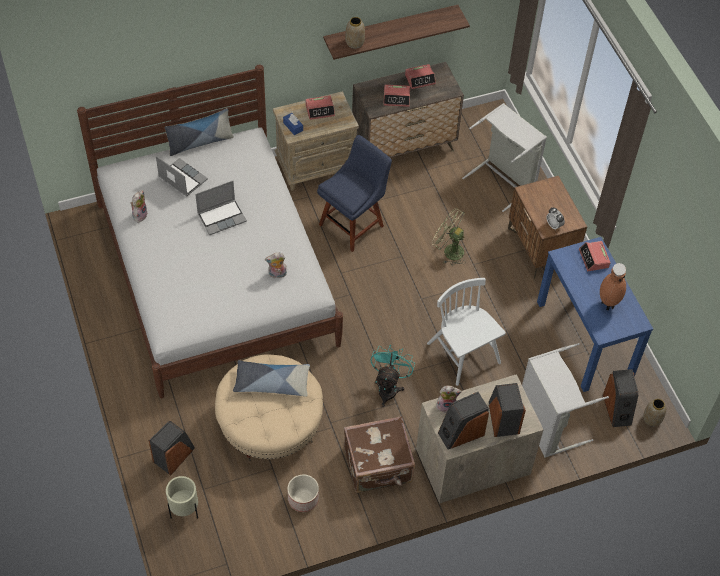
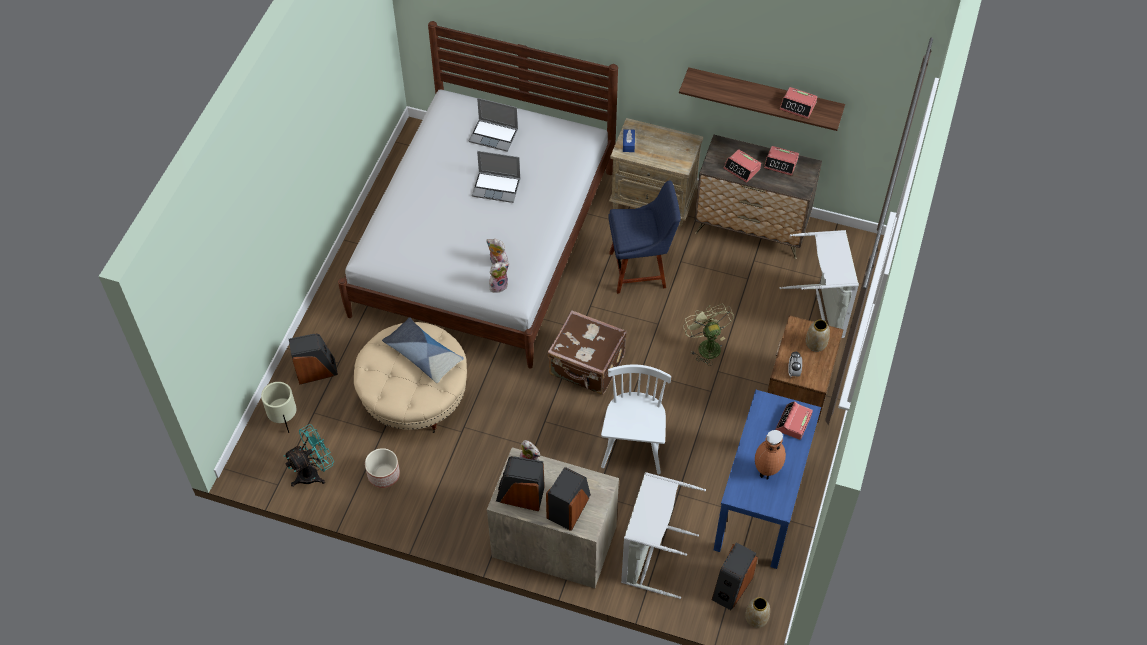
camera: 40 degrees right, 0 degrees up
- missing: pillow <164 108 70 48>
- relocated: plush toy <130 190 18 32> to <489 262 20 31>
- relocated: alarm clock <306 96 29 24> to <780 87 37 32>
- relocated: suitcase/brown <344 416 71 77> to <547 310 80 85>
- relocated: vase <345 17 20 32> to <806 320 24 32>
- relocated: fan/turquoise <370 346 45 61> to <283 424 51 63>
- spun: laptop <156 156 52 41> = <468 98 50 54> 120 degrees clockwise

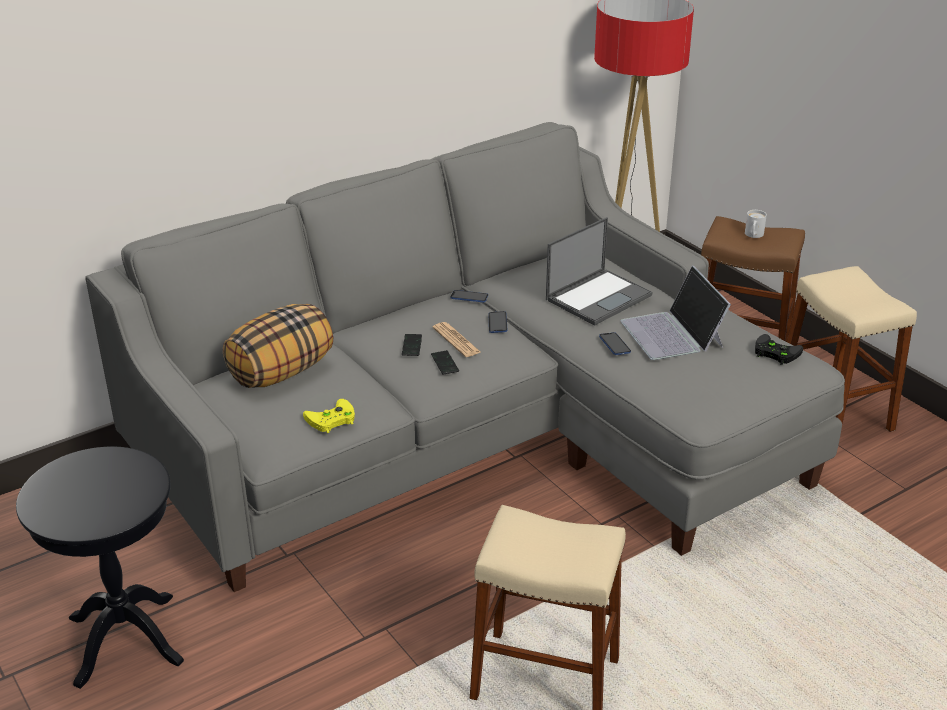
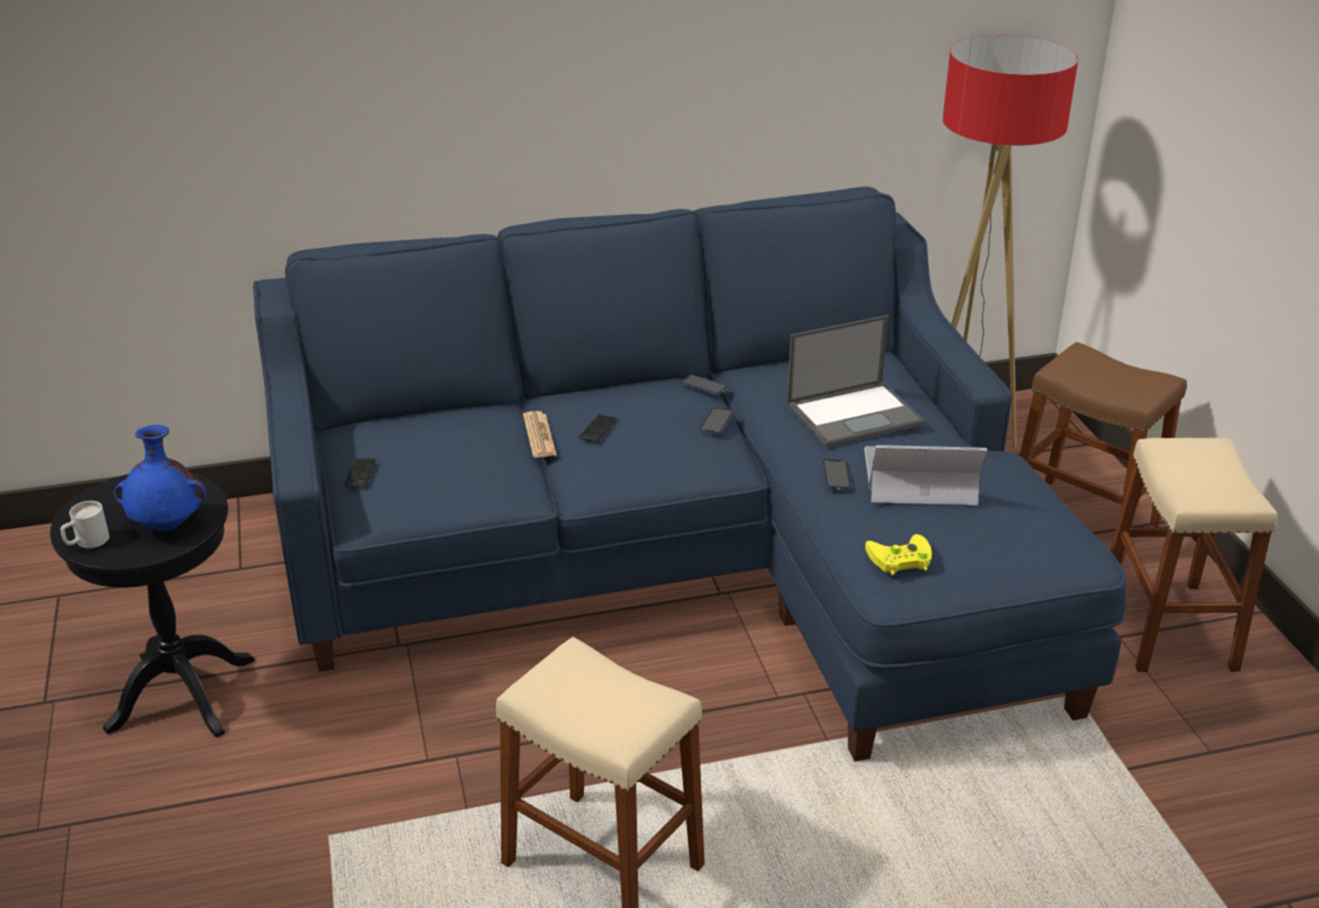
camera: 20 degrees right, 0 degrees up
- missing: pillow <223 304 110 84>
- missing: game controller/black <755 334 48 31>
- appeared: vase/blue <114 425 93 107>
- relocated: game controller/yellow <303 399 52 34> to <865 534 67 41>
- relocated: phone <431 350 28 25> to <344 458 32 29>
- relocated: newspaper <432 322 48 35> to <523 411 34 47>
- relocated: mug/white <745 210 22 28> to <61 501 48 47>
- colour: sofa/grey <85 122 760 470> to sofa/blue <253 187 873 575>
- spun: laptop <620 265 111 95> = <864 445 123 60> 90 degrees clockwise

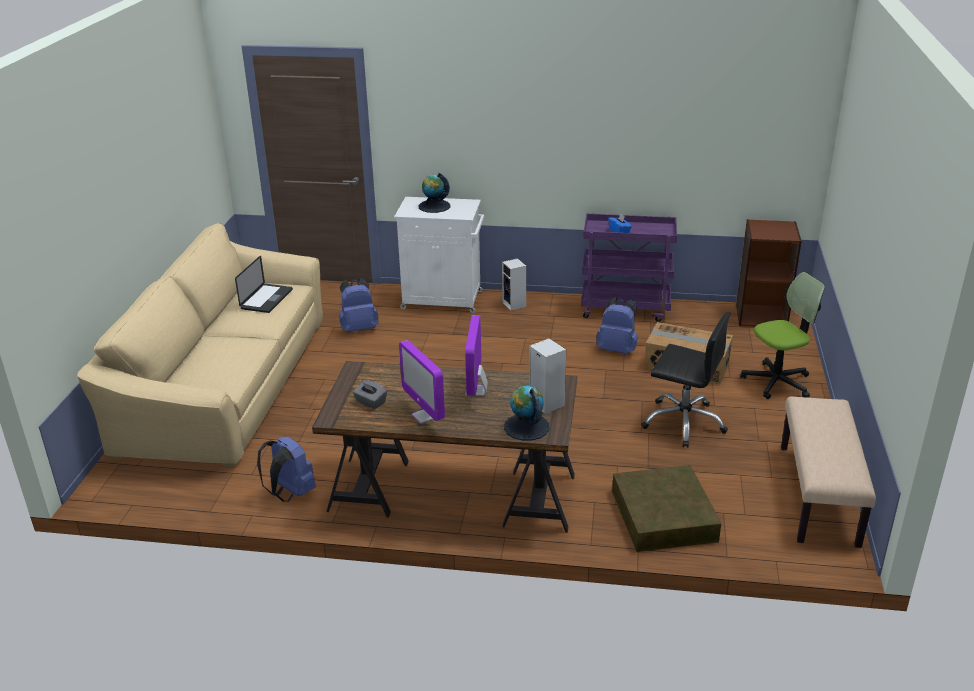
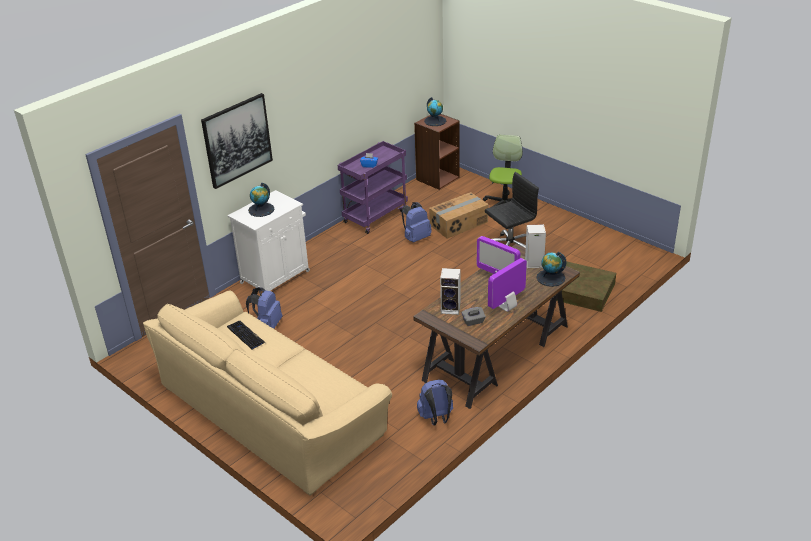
camera: 55 degrees left, 5 degrees up
- missing: bench/beige <781 397 95 151>
- appeared: picture <201 93 72 96>
- appeared: globe <424 97 22 29>
- relocated: speaker <502 258 24 53> to <440 268 21 47>
- exchanged: laptop <235 256 58 57> to keyboard <227 321 39 28>
- spun: monitor <399 340 46 84> = <488 258 39 54> 135 degrees clockwise

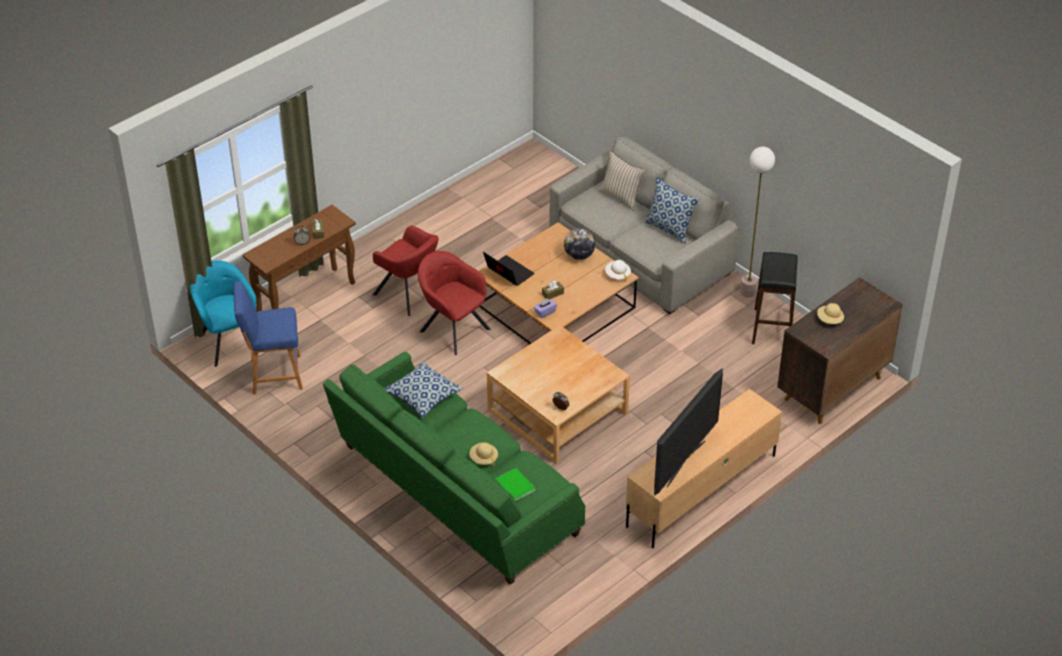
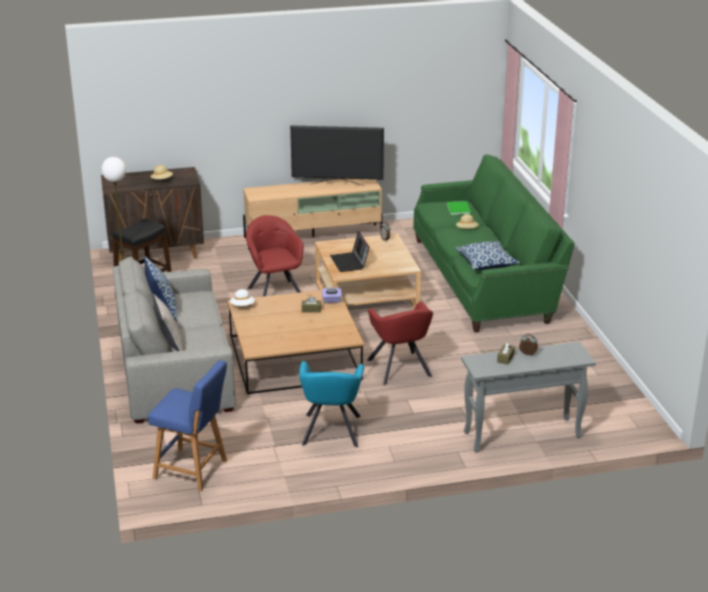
camera: 150 degrees left, 15 degrees down
- missing: globe <564 228 31 32>
- relocated: armchair/turquoise <190 260 66 107> to <299 361 65 86>
- relocated: stool/blue <233 282 70 113> to <148 360 79 131>
- relocated: armchair/red <372 226 67 90> to <246 215 58 82>
- relocated: laptop <483 252 52 34> to <330 231 39 41>
- colour: console table/brown <242 205 114 107> to console table/grey <461 342 135 110>
- spun: television <654 368 69 128> = <290 125 94 61> 150 degrees counterclockwise

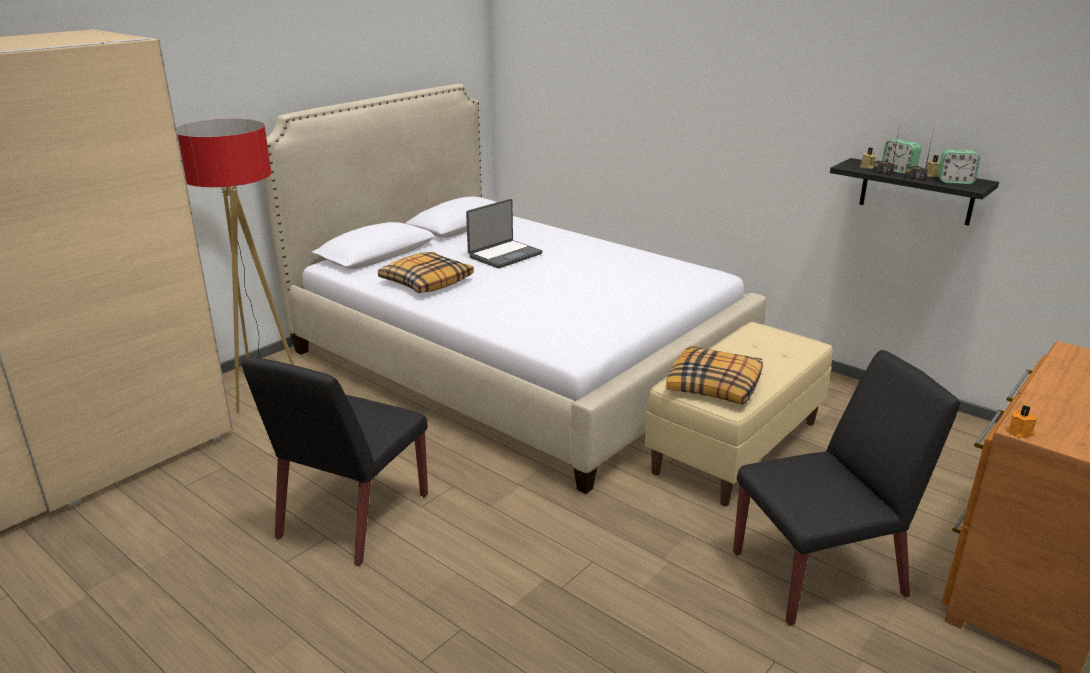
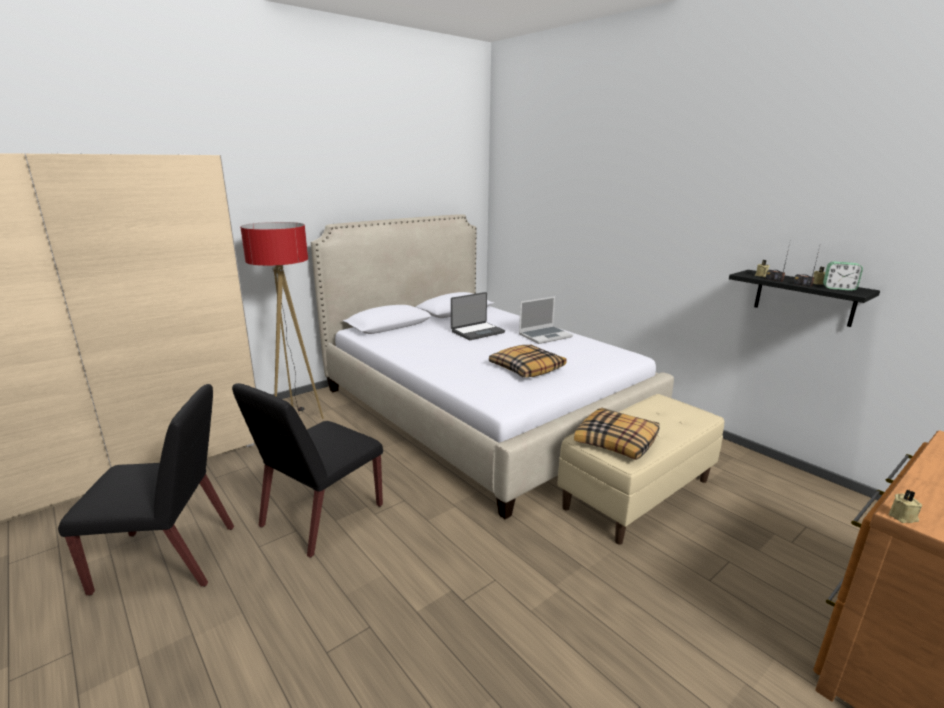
camera: 10 degrees right, 5 degrees down
- missing: alarm clock <882 139 39 35>
- appeared: laptop <519 296 54 48>
- relocated: pillow <378 252 96 41> to <489 345 78 33>
- relocated: chair/black <733 350 227 276> to <58 384 176 212>
- colour: candle/orange <1008 405 29 33> to candle/beige <889 490 33 33>

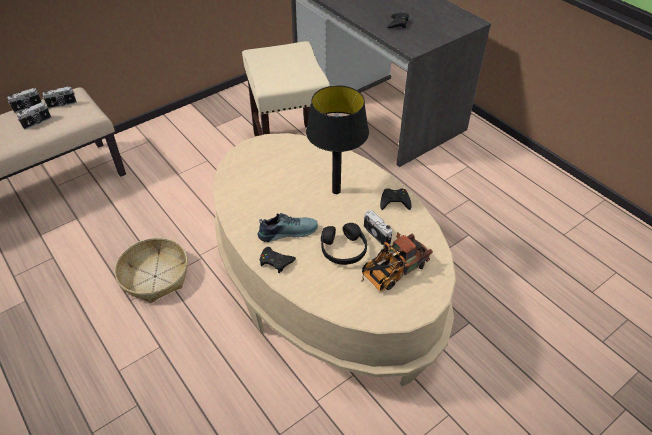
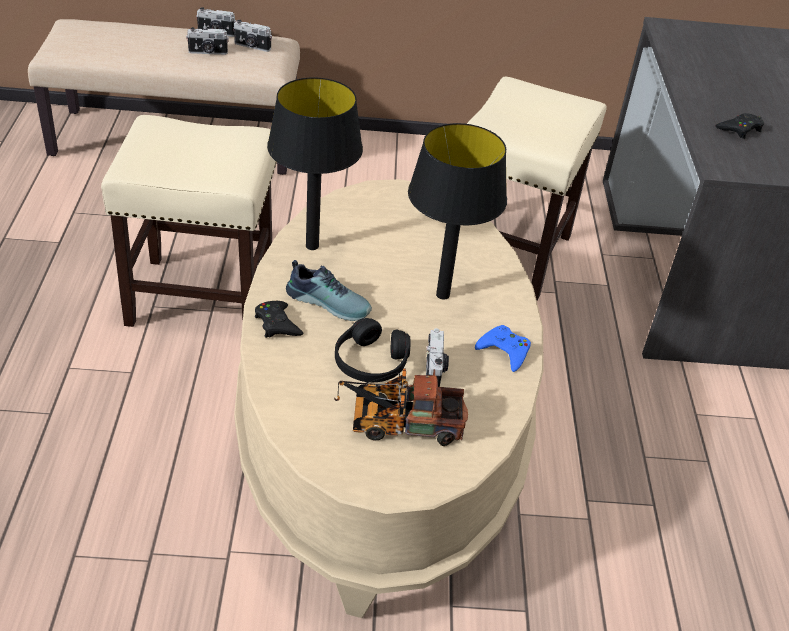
camera: 35 degrees right, 5 degrees down
- appeared: table lamp/black <267 77 96 173>
- exchanged: basket <114 238 74 65> to stool/beige <101 115 176 212>
- colour: game controller/black <380 189 32 21> to game controller/blue <475 325 56 47>

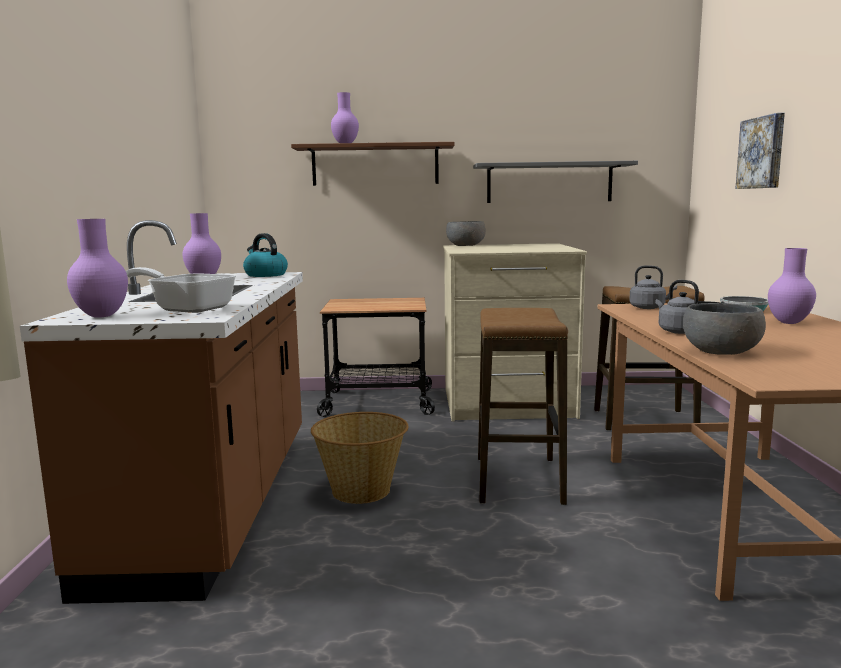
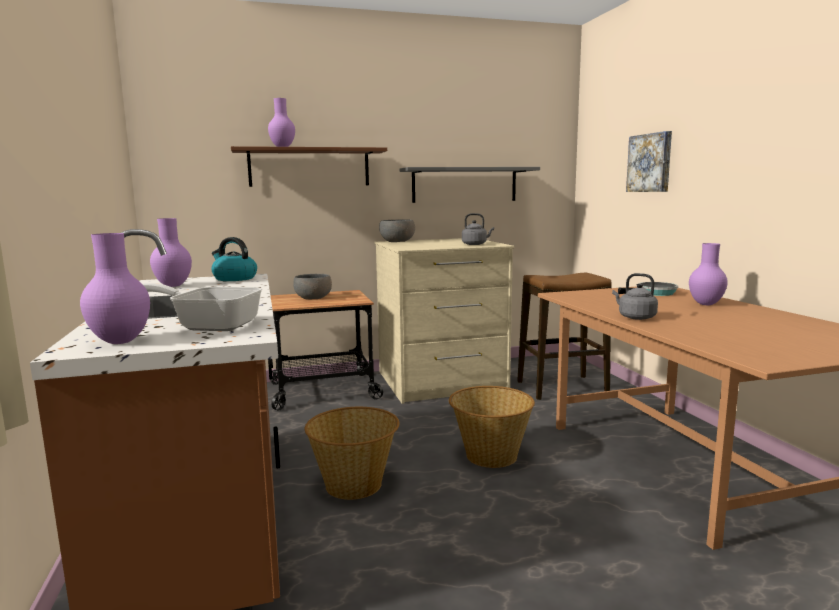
camera: 15 degrees left, 0 degrees up
- relocated: kettle/grey <629 265 48 44> to <462 213 32 32>
- relocated: bowl/grey <683 303 83 52> to <293 274 39 26>
- exchanged: stool <478 308 90 197> to basket <449 386 86 82>

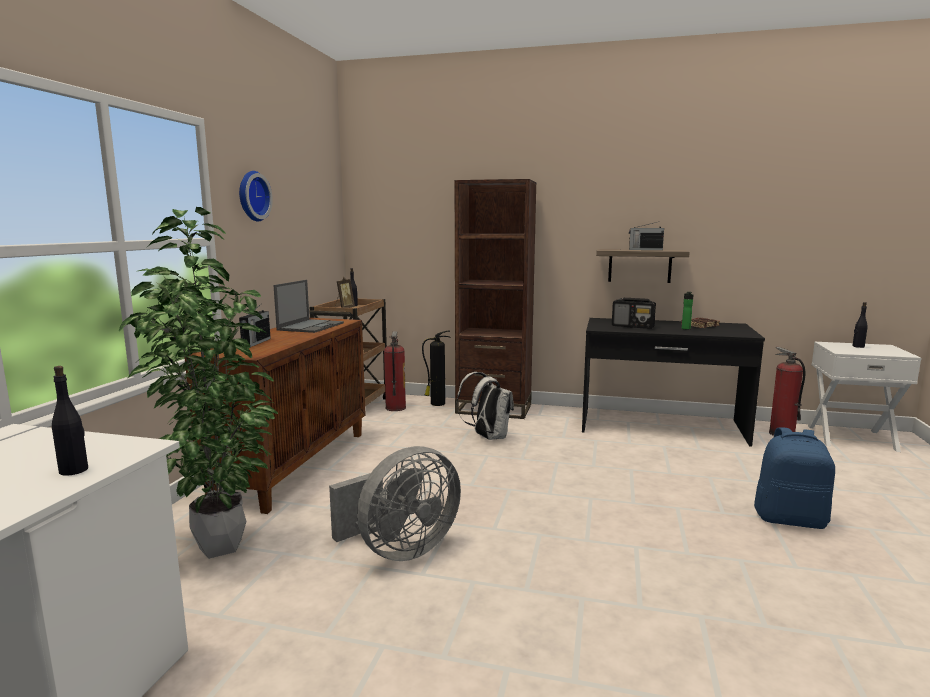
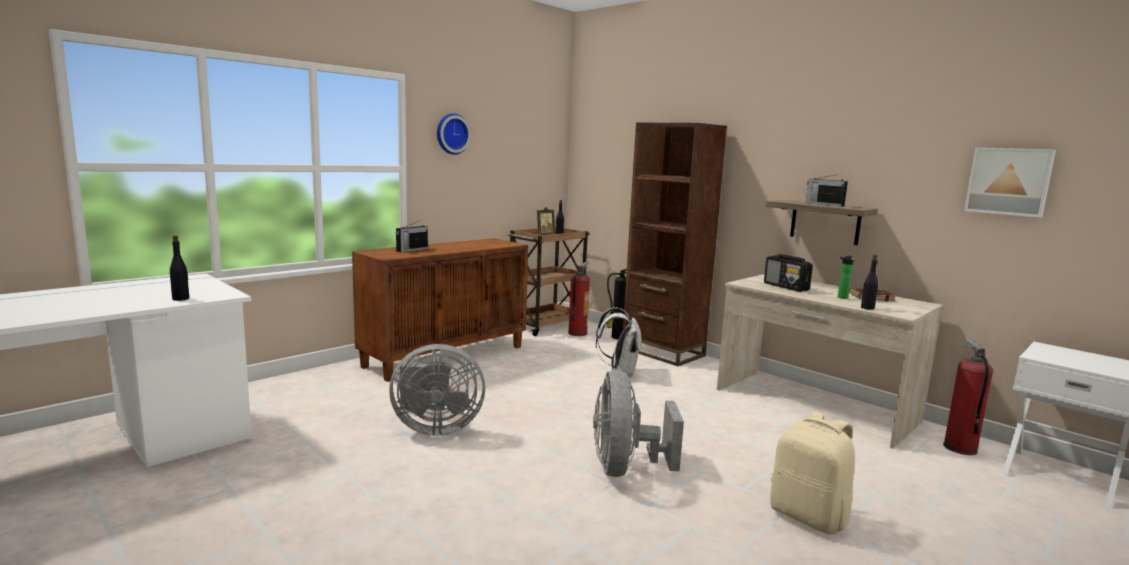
camera: 30 degrees right, 0 degrees up
- missing: potted plant <119 207 159 352>
- missing: laptop <273 280 71 53>
- appeared: fan/grey <593 370 91 107>
- appeared: picture <964 147 92 71>
- relocated: bottle/black <852 302 16 46> to <861 255 17 55>
- colour: desk/black <582 318 183 129> to desk/beige <717 274 226 175>
- colour: backpack/blue <754 427 81 102> to backpack/beige <770 412 85 122>

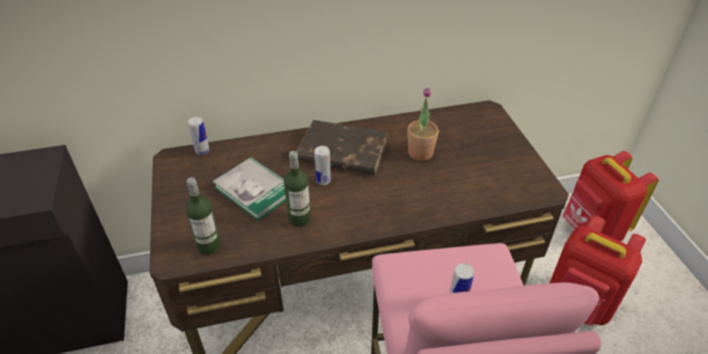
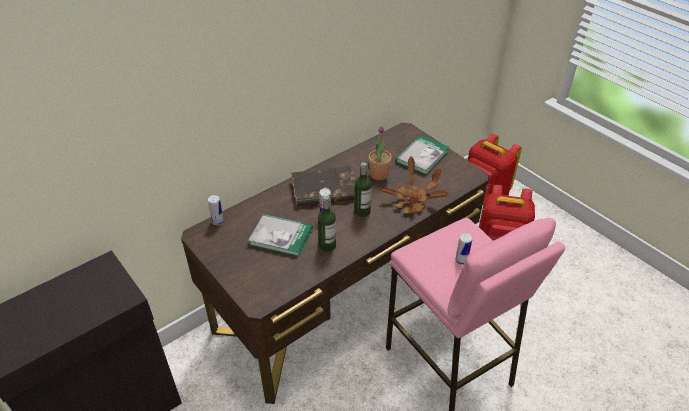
camera: 25 degrees left, 0 degrees up
- appeared: potted plant <381 157 68 57>
- appeared: book <396 135 53 40>
- relocated: bottle <185 177 36 78> to <354 162 18 55>

